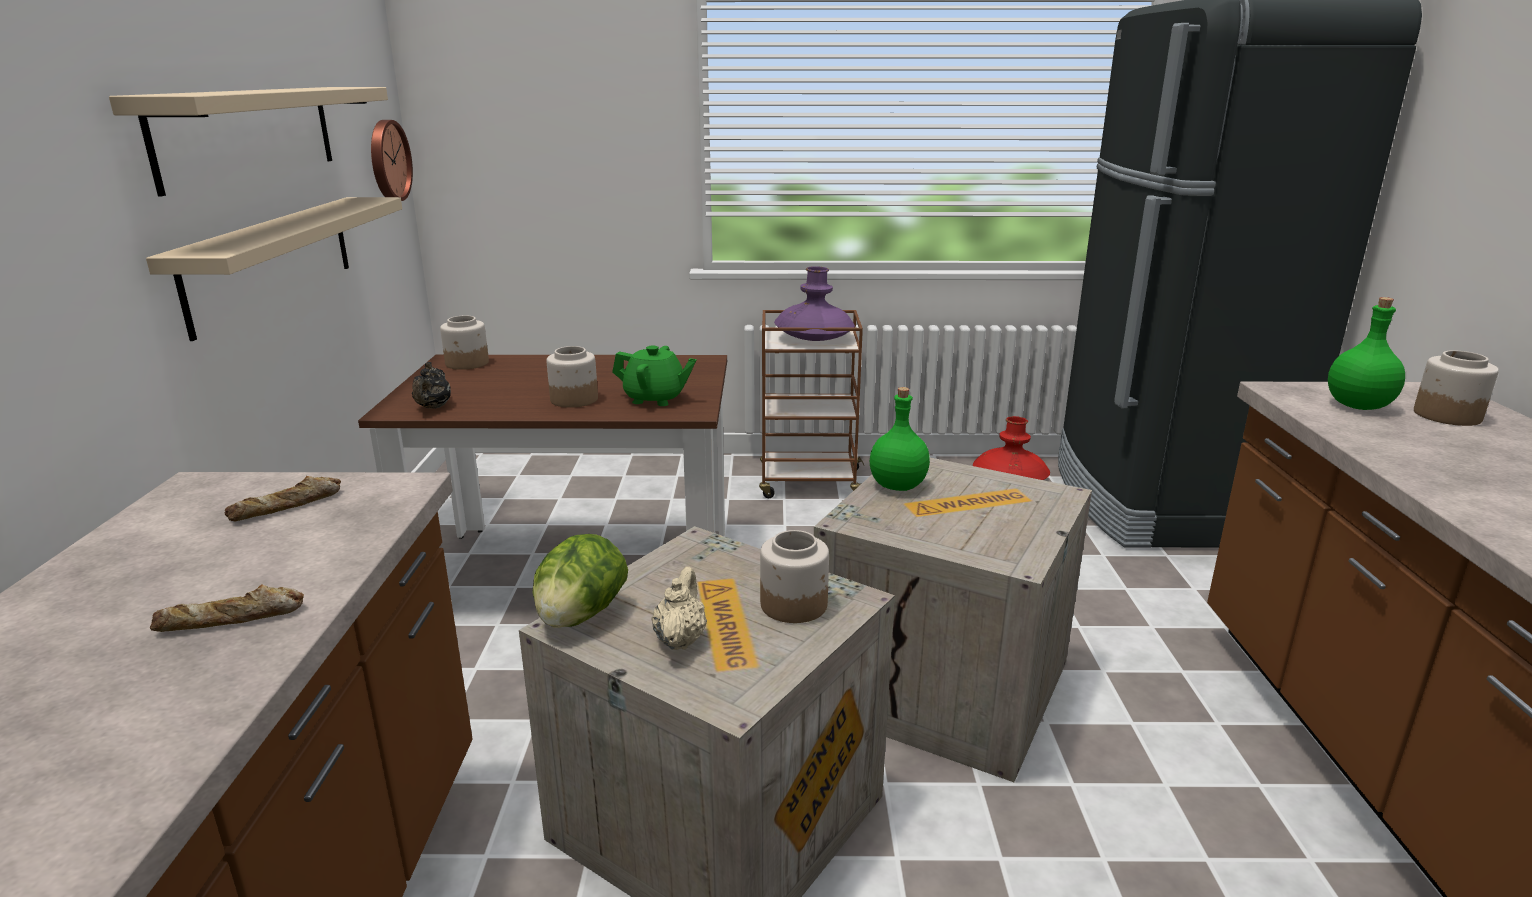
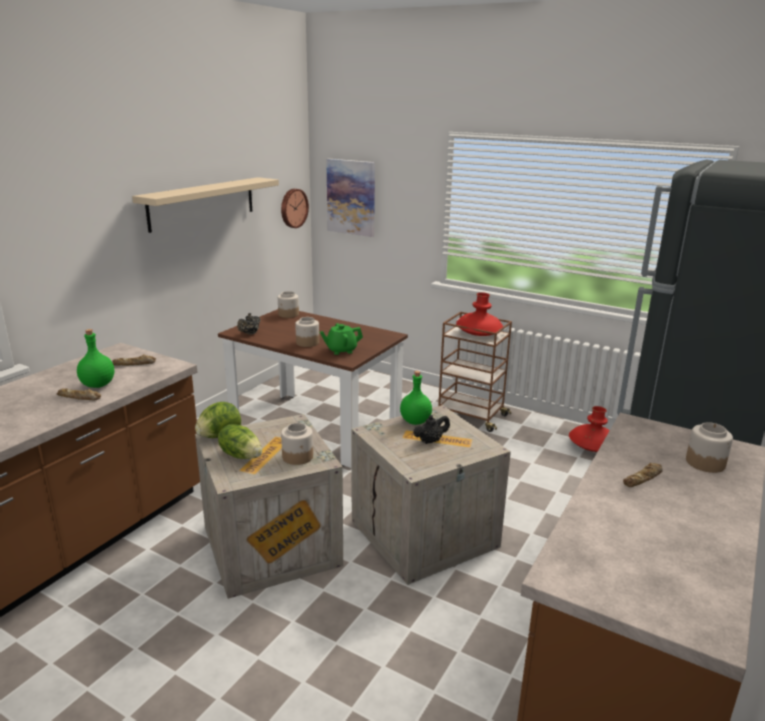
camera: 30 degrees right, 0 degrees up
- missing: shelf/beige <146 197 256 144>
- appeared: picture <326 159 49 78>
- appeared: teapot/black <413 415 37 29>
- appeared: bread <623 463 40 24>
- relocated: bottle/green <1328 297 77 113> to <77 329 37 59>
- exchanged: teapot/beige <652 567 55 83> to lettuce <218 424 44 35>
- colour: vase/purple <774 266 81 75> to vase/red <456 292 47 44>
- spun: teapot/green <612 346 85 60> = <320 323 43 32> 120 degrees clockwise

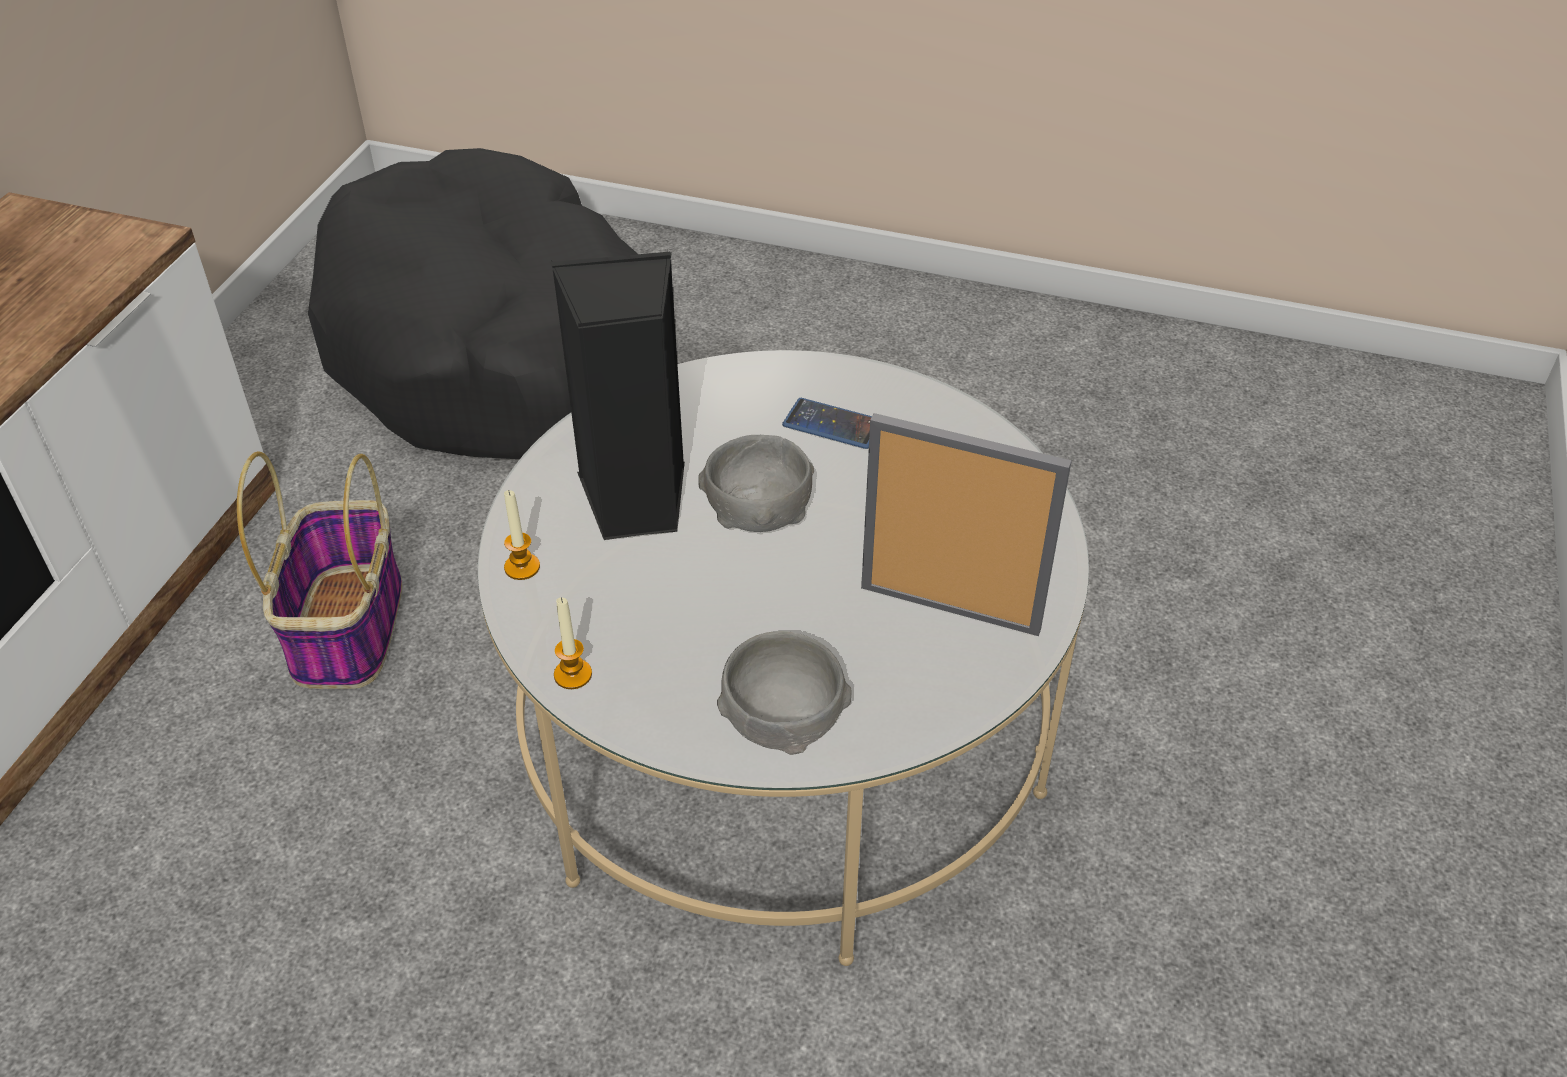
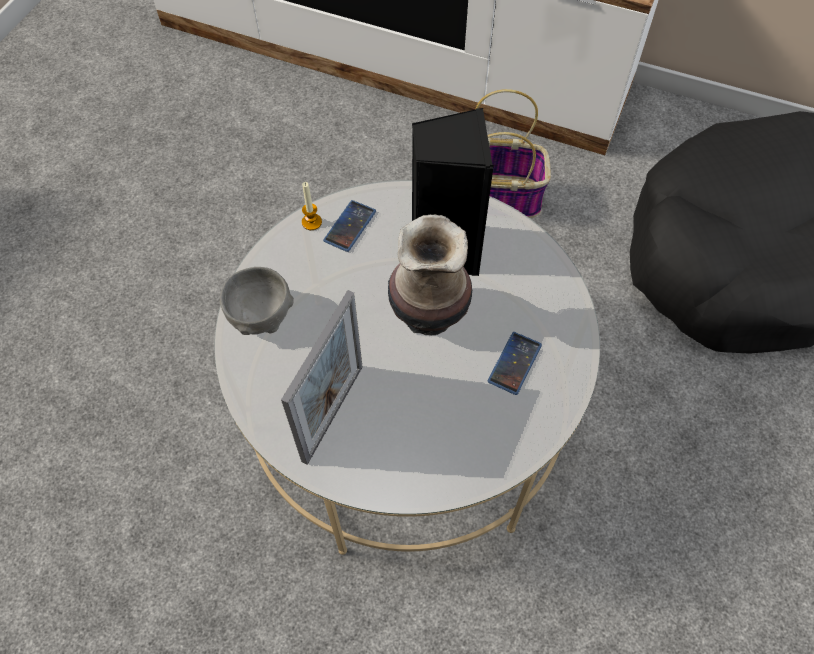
camera: 95 degrees right, 15 degrees up
- missing: candle <504 490 36 90>
- appeared: phone <323 200 53 52>
- exchanged: bowl/grey <699 435 115 97> to vase <388 214 84 121>

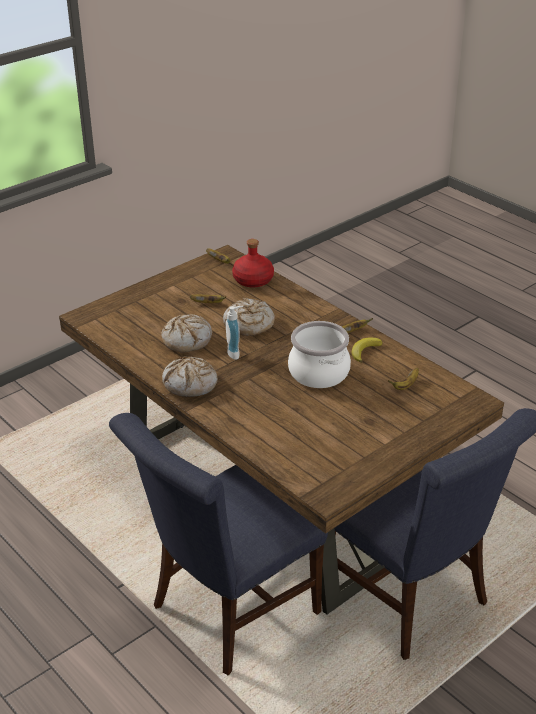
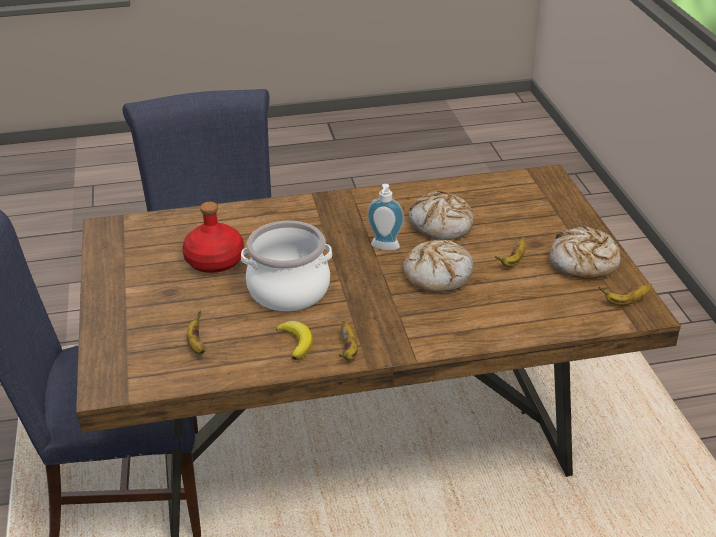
camera: 120 degrees right, 0 degrees up
- relocated: bread <162 356 56 41> to <549 226 71 53>
- relocated: bottle/red <232 239 42 49> to <182 202 62 71>

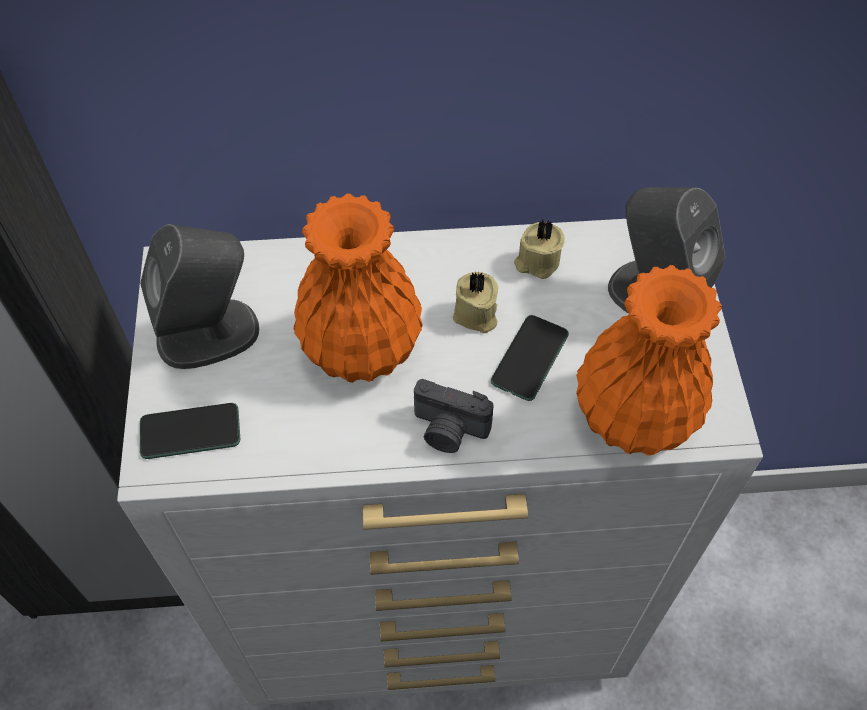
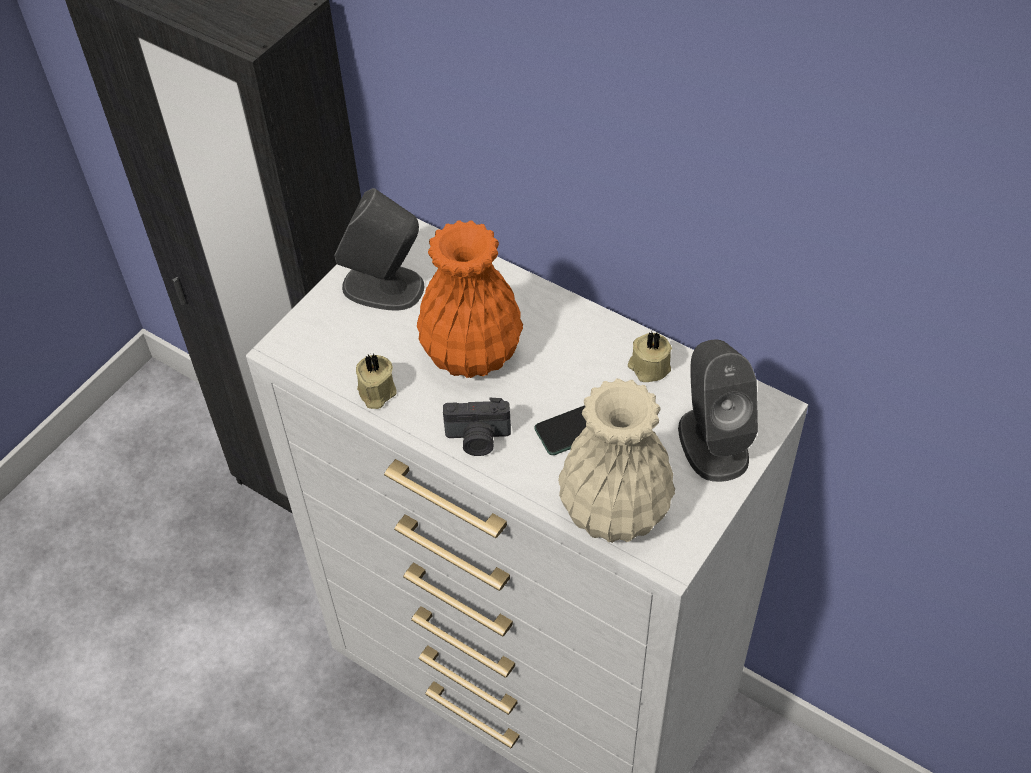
camera: 40 degrees right, 5 degrees down
- missing: phone <140 403 100 56>
- relocated: candle/beige <453 271 45 62> to <356 354 41 55>
- colour: vase/orange <576 265 146 191> to vase/beige <558 378 117 165>
- spun: photo camera <414 379 80 74> = <443 398 68 58> 60 degrees counterclockwise

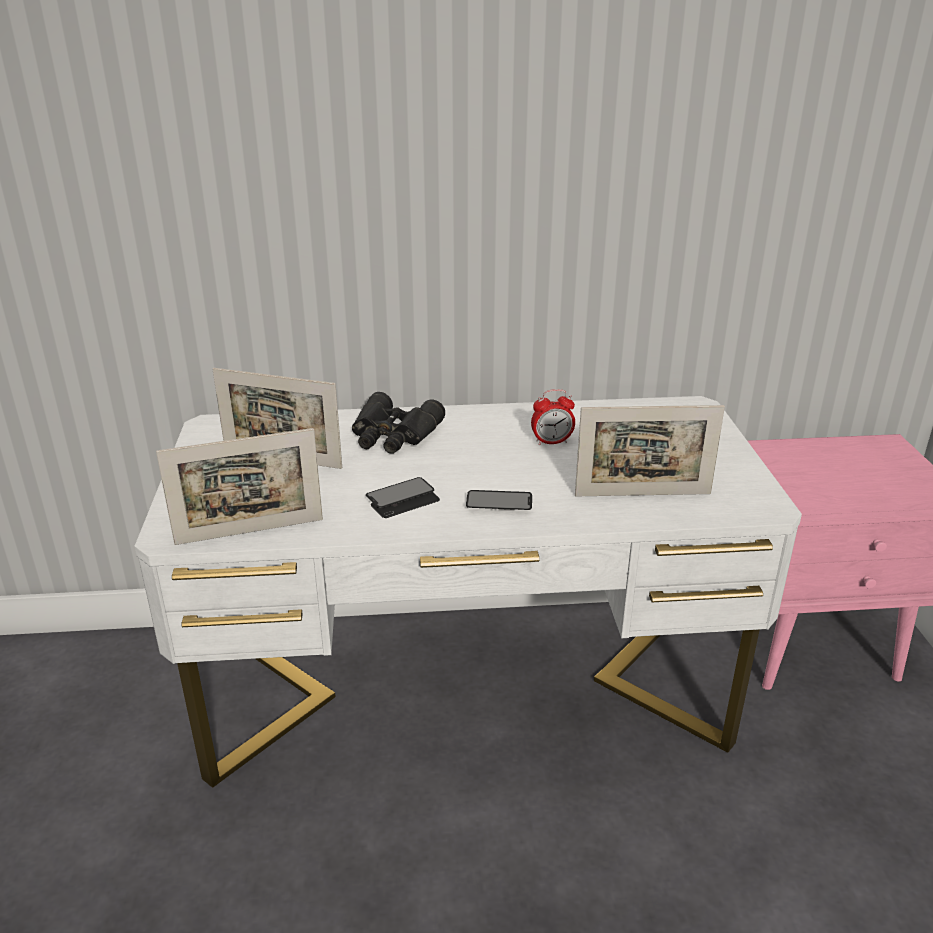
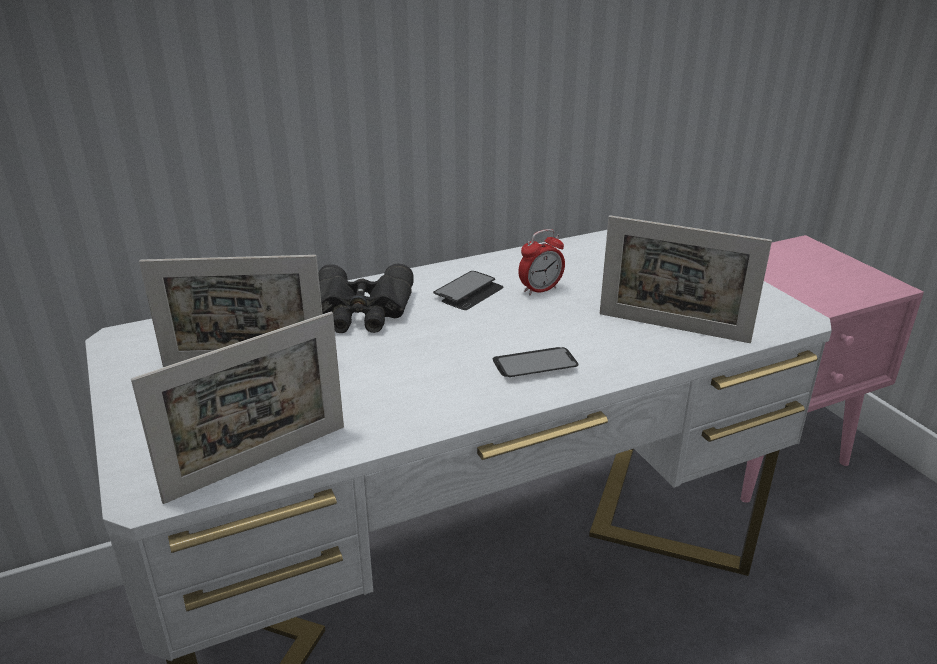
camera: 20 degrees left, 0 degrees up
- relocated: phone <366 477 74 41> to <433 271 70 39>
- spun: picture frame <575 405 150 91> = <600 215 172 128> 45 degrees clockwise

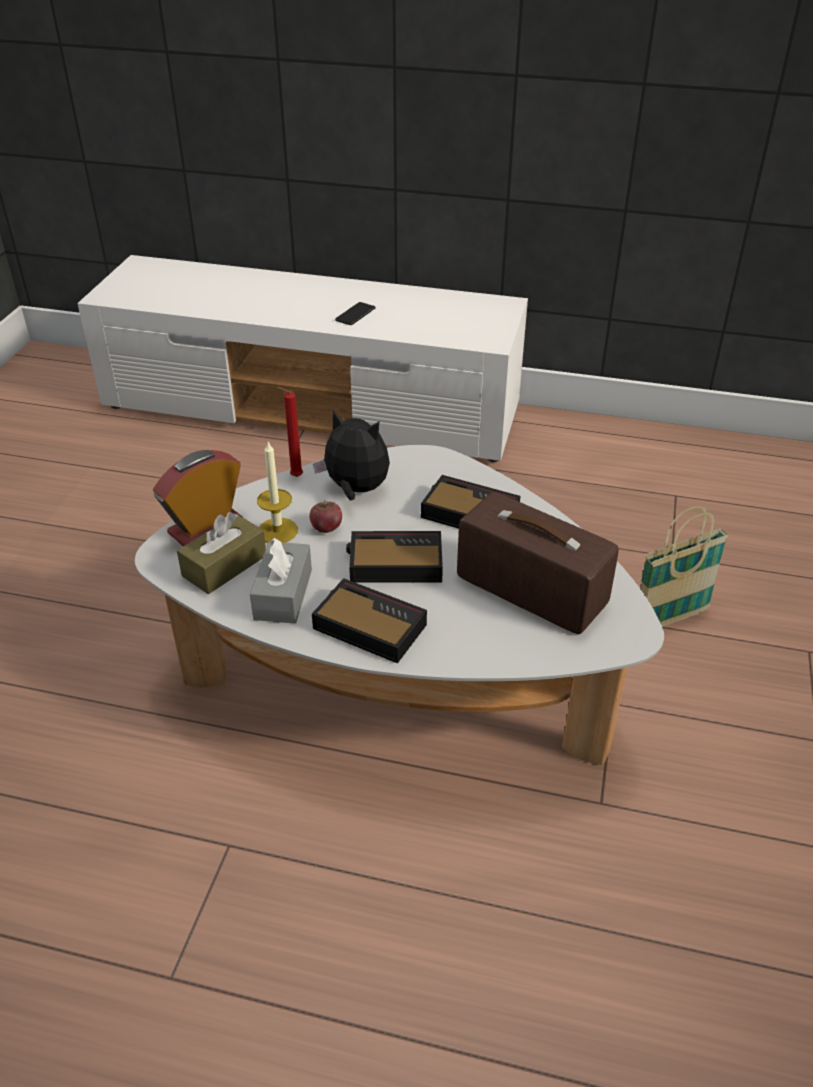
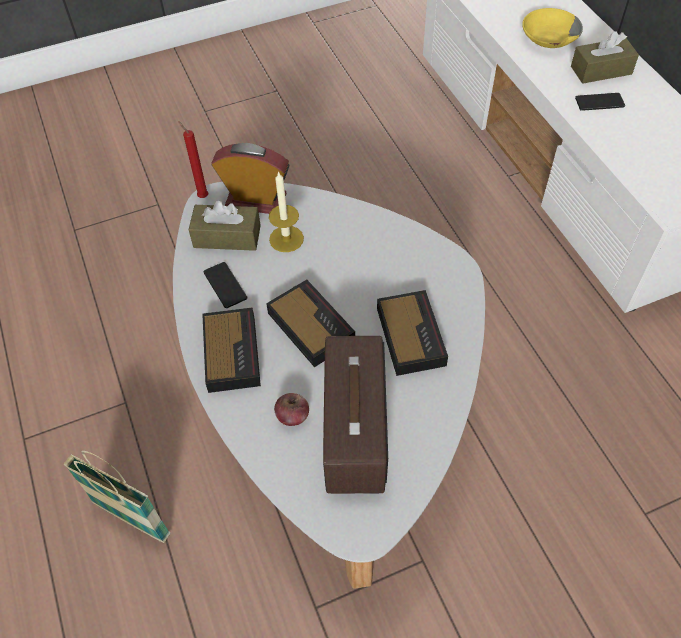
camera: 55 degrees right, 15 degrees up
- missing: plush toy <313 410 77 91>
- appeared: bowl/yellow <522 8 61 40>
- appeared: tissue box/brown <571 31 68 53>
- relocated: candle/red <277 387 26 90> to <178 121 30 77>
- relocated: apple <309 500 33 33> to <274 393 35 33>
- relocated: basket <641 506 87 121> to <63 451 108 92>
- exchanged: tissue box/grey <250 538 62 86> to phone <204 262 43 46>

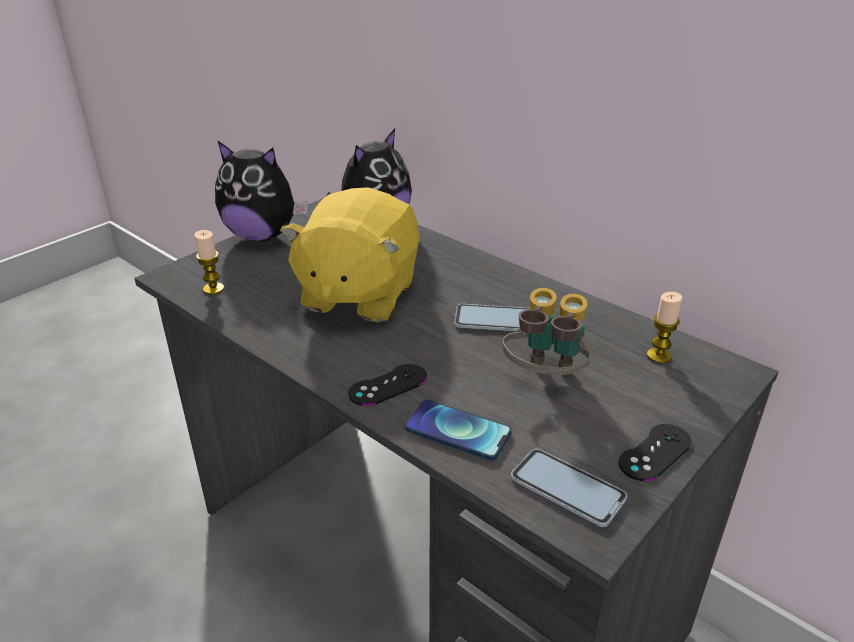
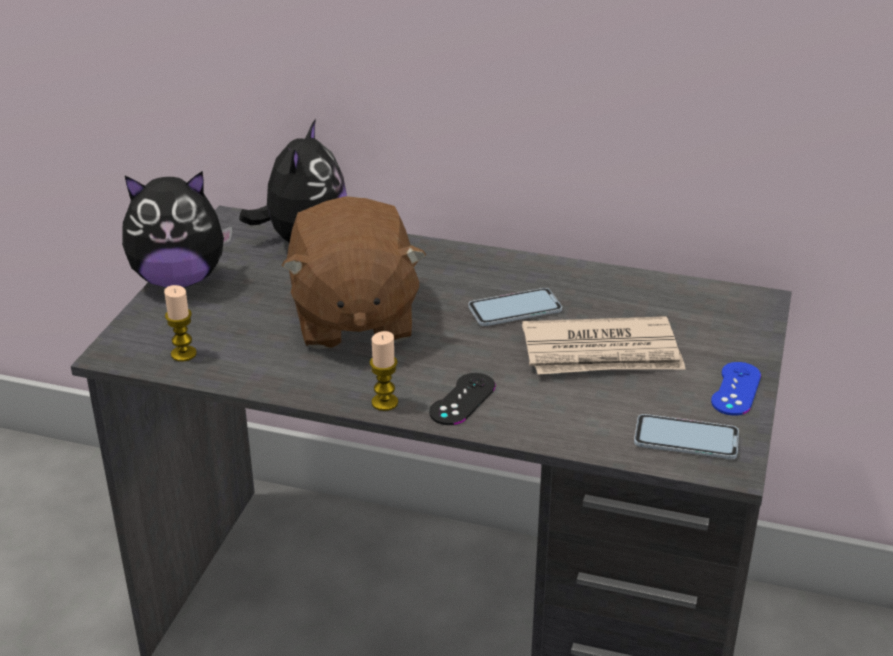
camera: 25 degrees left, 0 degrees up
- missing: phone <405 400 107 60>
- relocated: candle <647 292 35 72> to <370 331 28 80>
- exchanged: binoculars <502 288 89 87> to newspaper <522 316 164 59>
- colour: plush toy/yellow <280 187 140 135> to plush toy/brown <282 196 144 153>
- colour: game controller/black <618 424 74 57> to game controller/blue <711 362 50 54>

